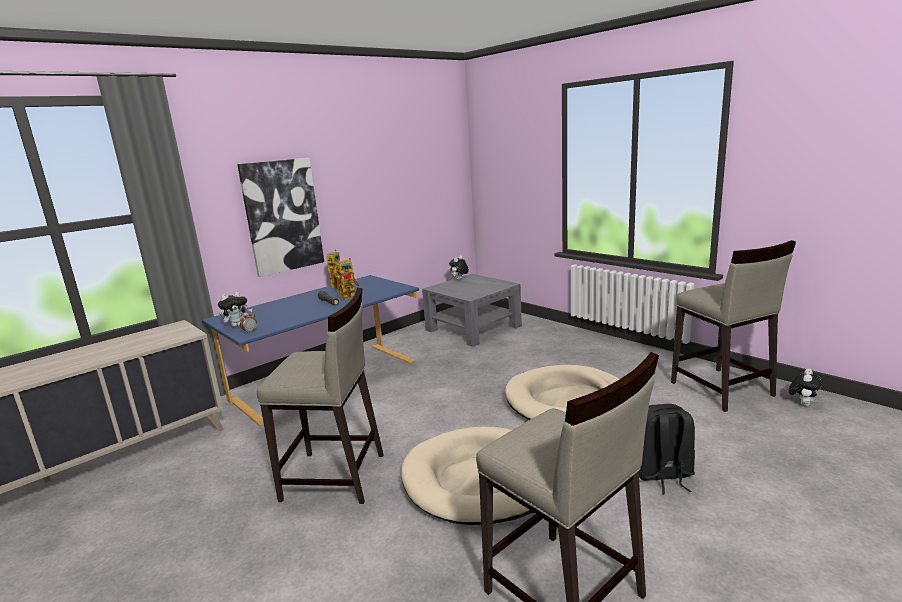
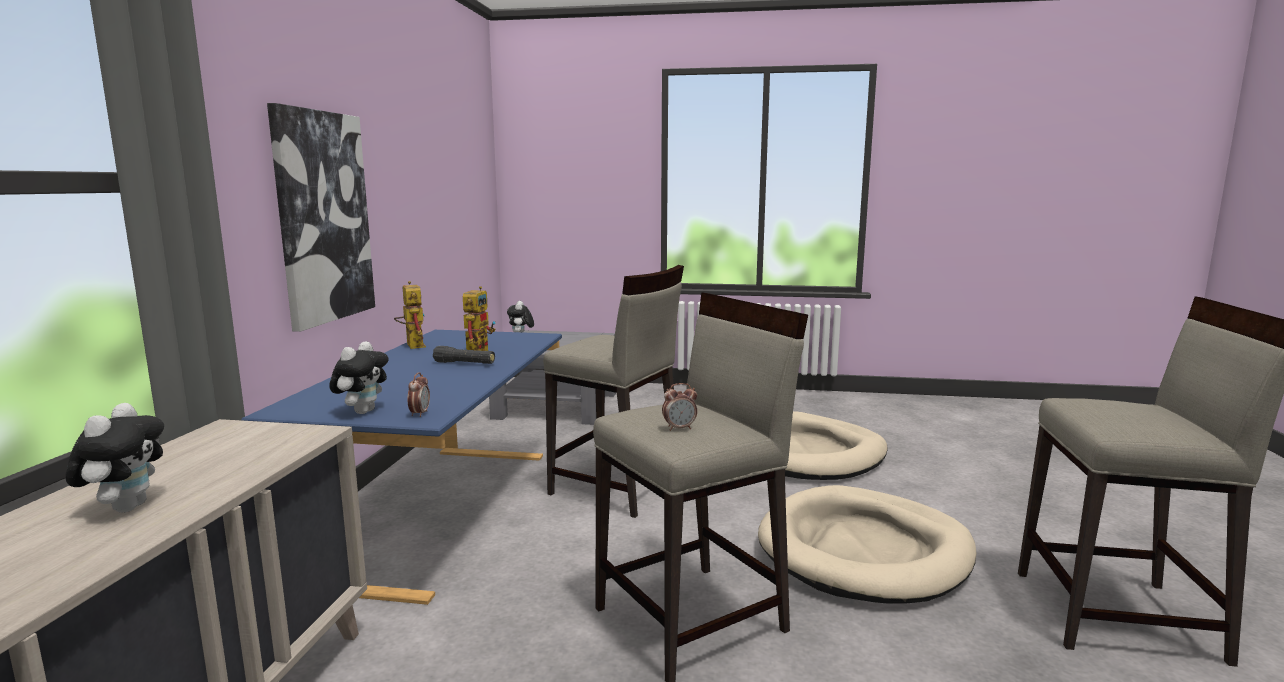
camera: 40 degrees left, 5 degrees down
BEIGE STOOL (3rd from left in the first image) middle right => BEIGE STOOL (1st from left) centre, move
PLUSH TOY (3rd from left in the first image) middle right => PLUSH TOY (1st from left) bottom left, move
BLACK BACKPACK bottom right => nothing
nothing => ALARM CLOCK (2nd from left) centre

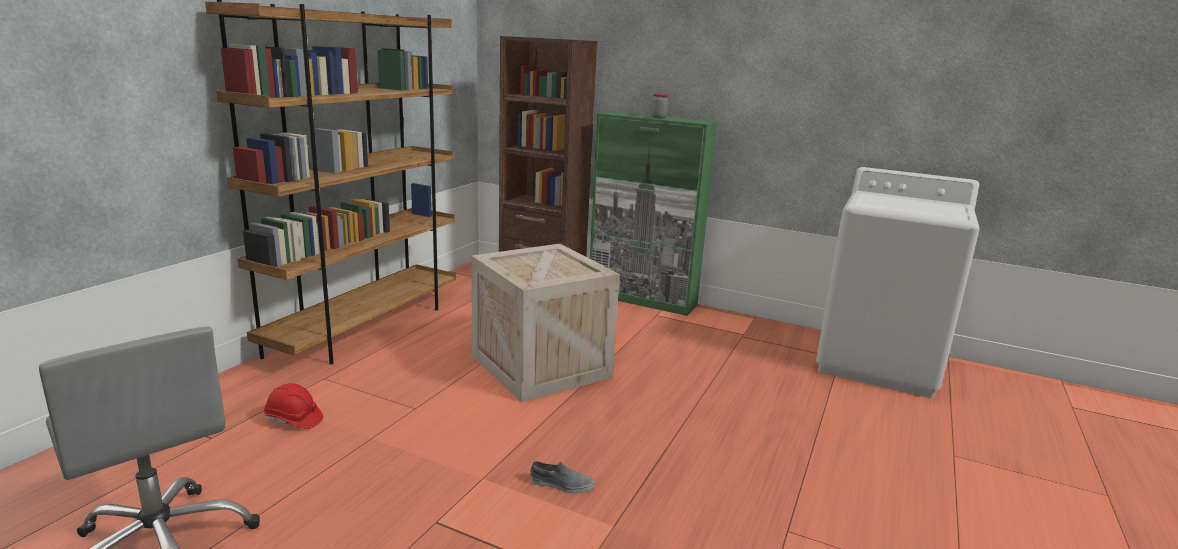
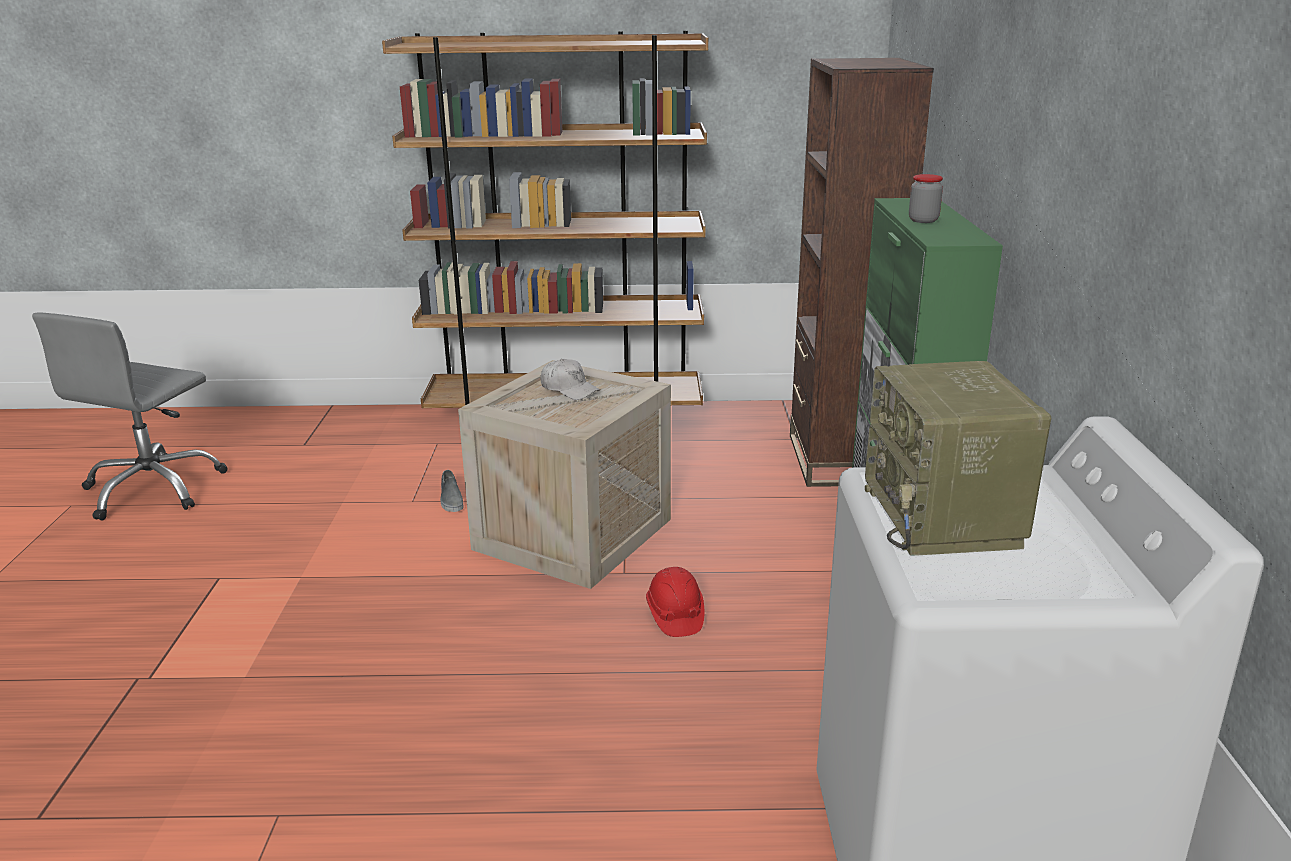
camera: 65 degrees right, 5 degrees up
RED HARD HAT bottom left => RED HARD HAT bottom centre, move
GREY SHOE bottom centre => GREY SHOE centre, move
nothing => WHITE CAP centre
nothing => RADIO middle right

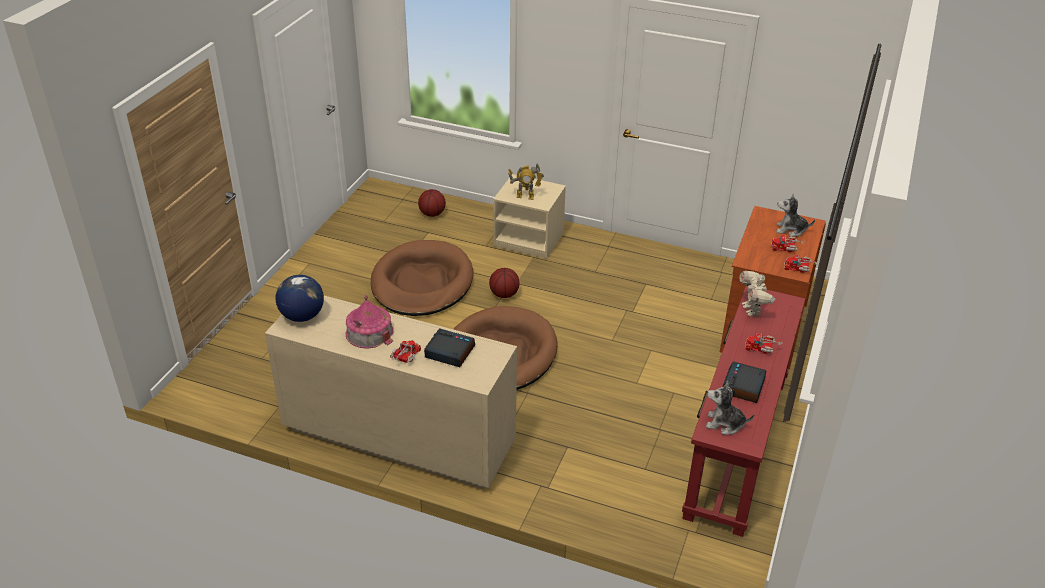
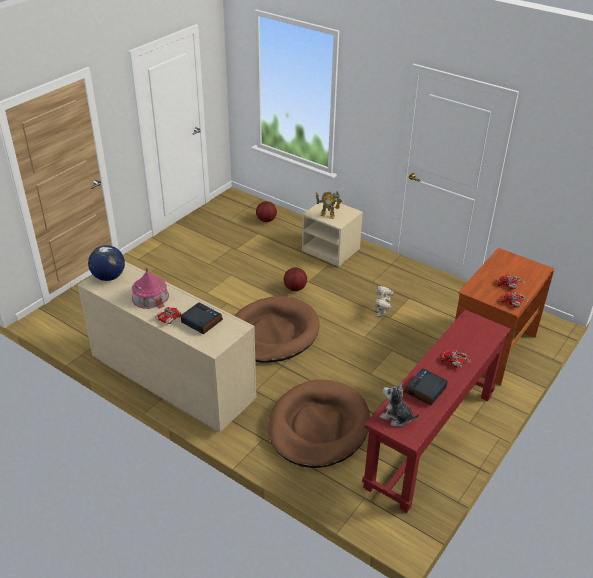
camera: 15 degrees right, 0 degrees up
PLUSH TOY (2nd from left) middle right => nothing
BROWN DOG BED (1st from left in the first image) centre => BROWN DOG BED (2nd from left) bottom centre, move
TOY ROBOT (2nd from left) middle right => TOY ROBOT (2nd from left) centre, move

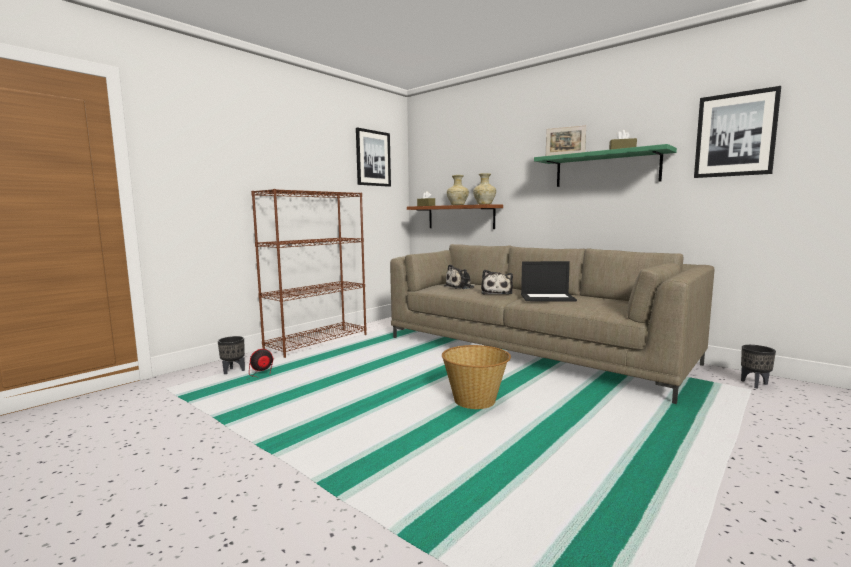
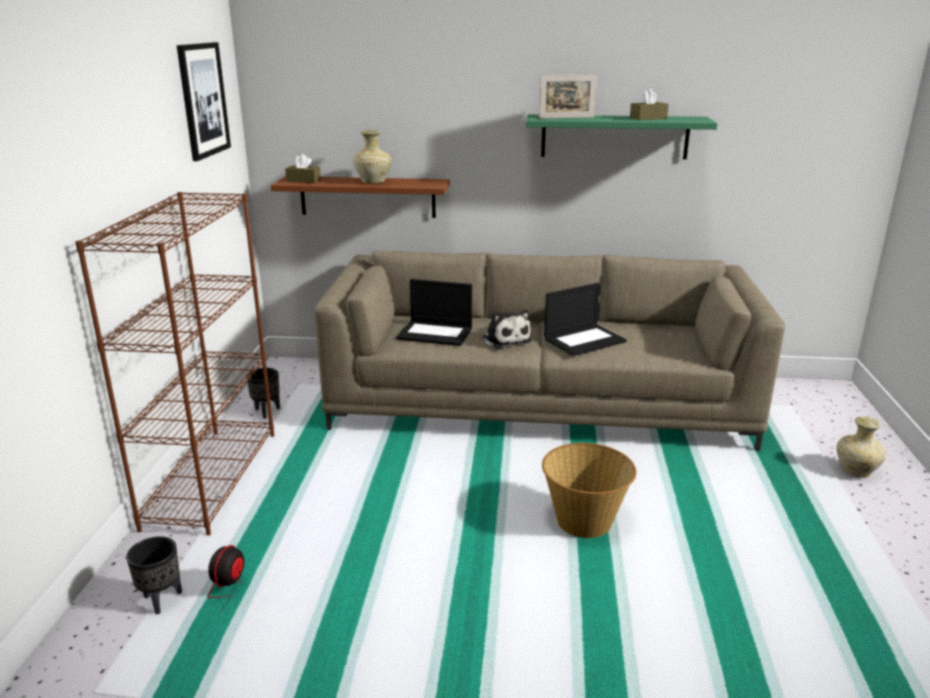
camera: 35 degrees left, 15 degrees up
PICTURE (2nd from left) top right => nothing
BEIGE VASE (2nd from left) top centre => BEIGE VASE (2nd from left) middle right, move
PLUSH TOY (1st from left) centre => LAPTOP (1st from left) centre
BLACK PLANTER (2nd from left) middle right => BLACK PLANTER (2nd from left) middle left, move

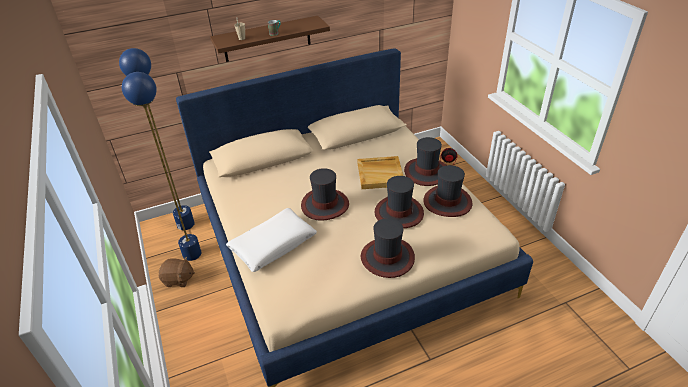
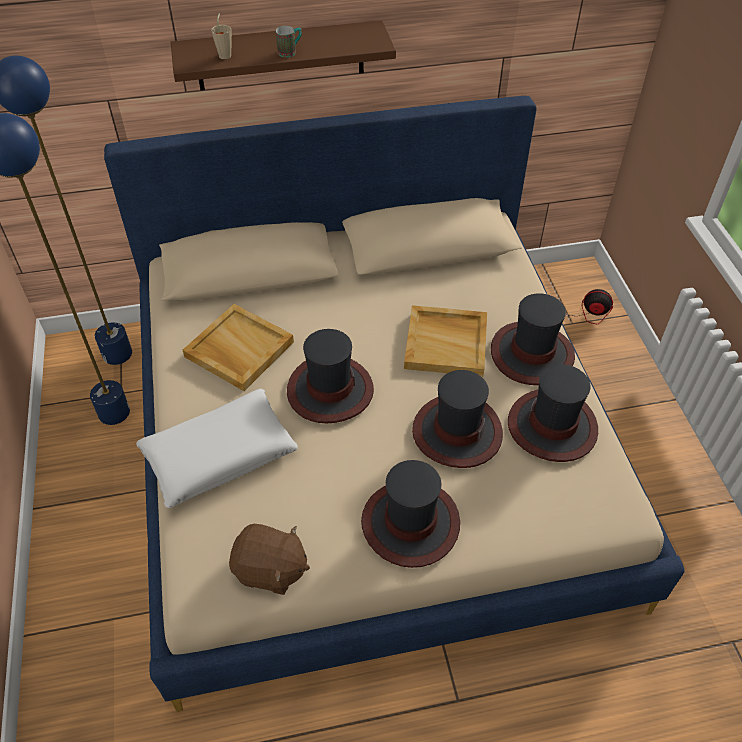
camera: 10 degrees right, 10 degrees up
BROWN PLUSH TOY bottom left => BROWN PLUSH TOY bottom centre, move
nothing => BEIGE TRAY (1st from left) middle left

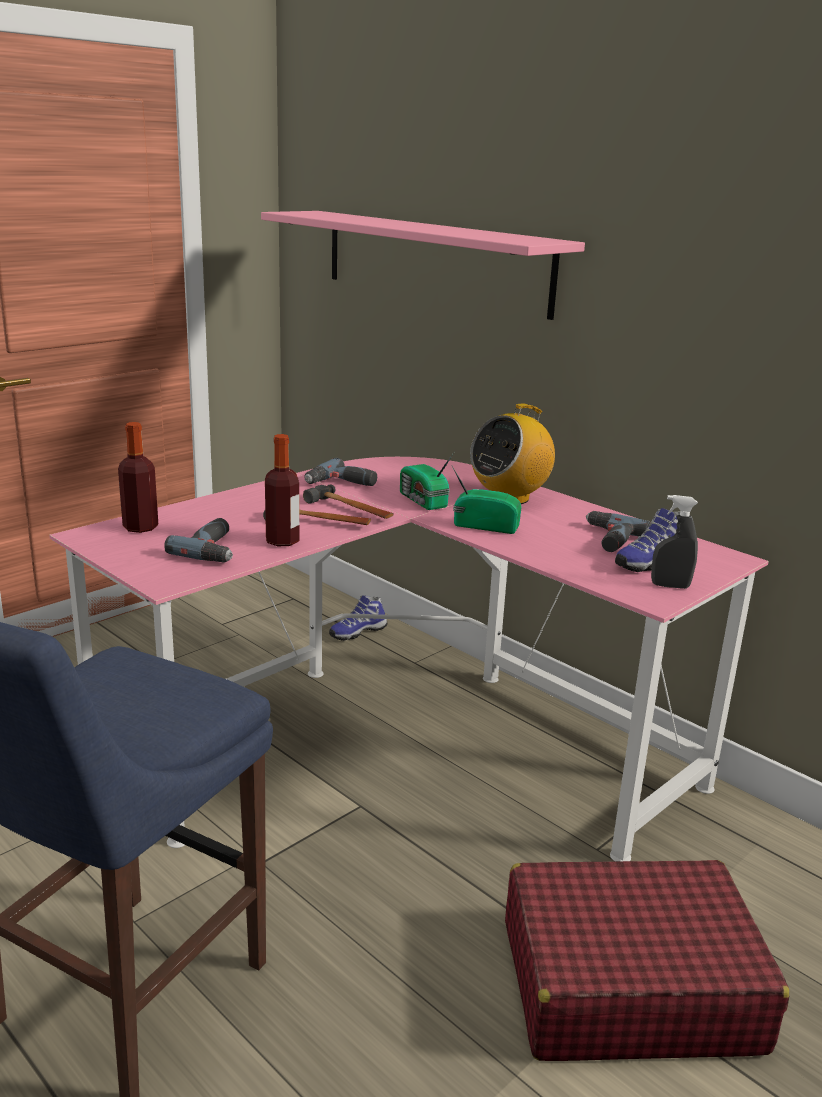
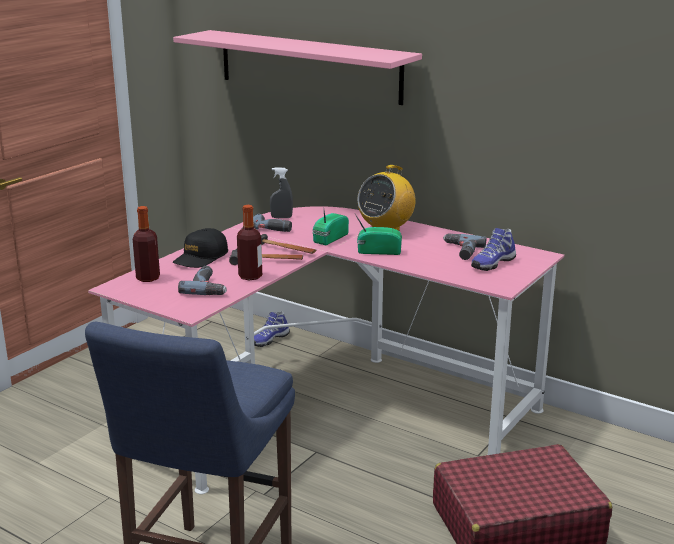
camera: 10 degrees left, 0 degrees up
RADIO (1st from left) centre, 75 degrees clockwise
GREY SPRAY BOTTLE middle right => GREY SPRAY BOTTLE centre, move
nothing => BLACK CAP middle left

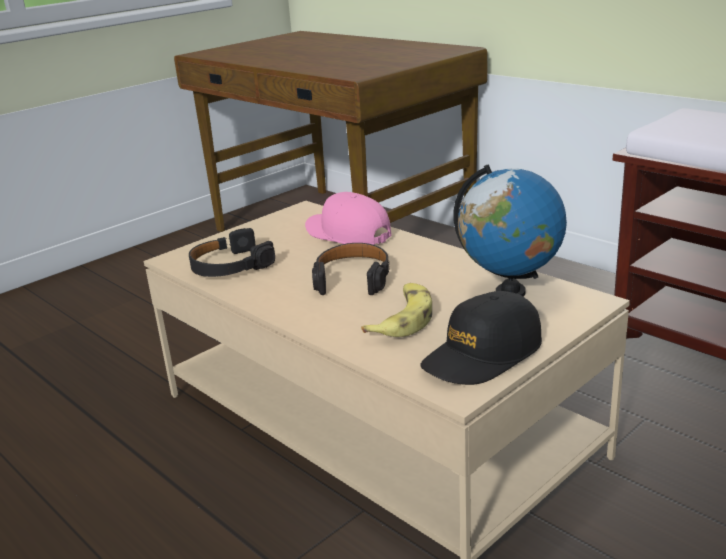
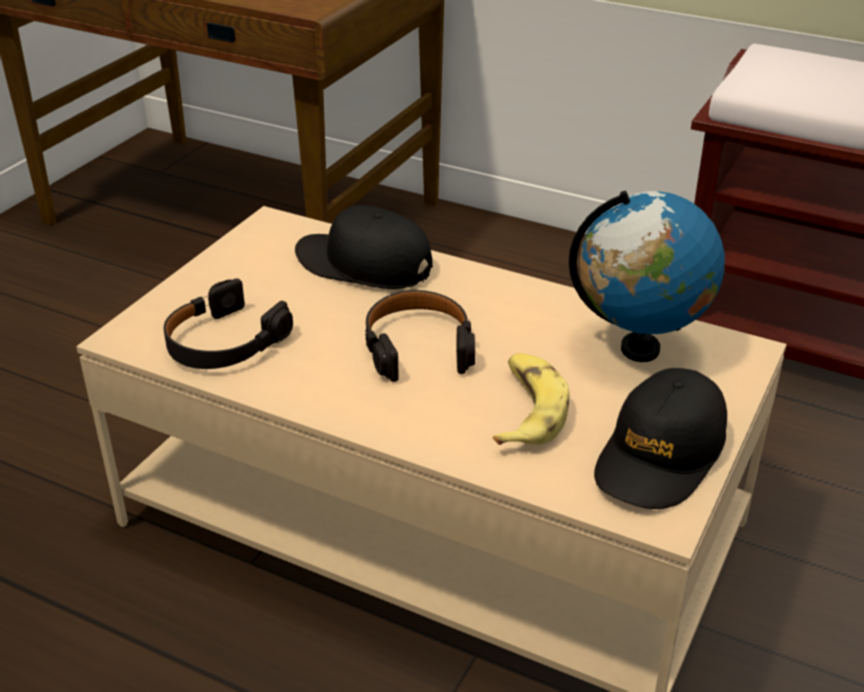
camera: 20 degrees left, 10 degrees up
PINK CAP centre => BLACK CAP (1st from left) centre

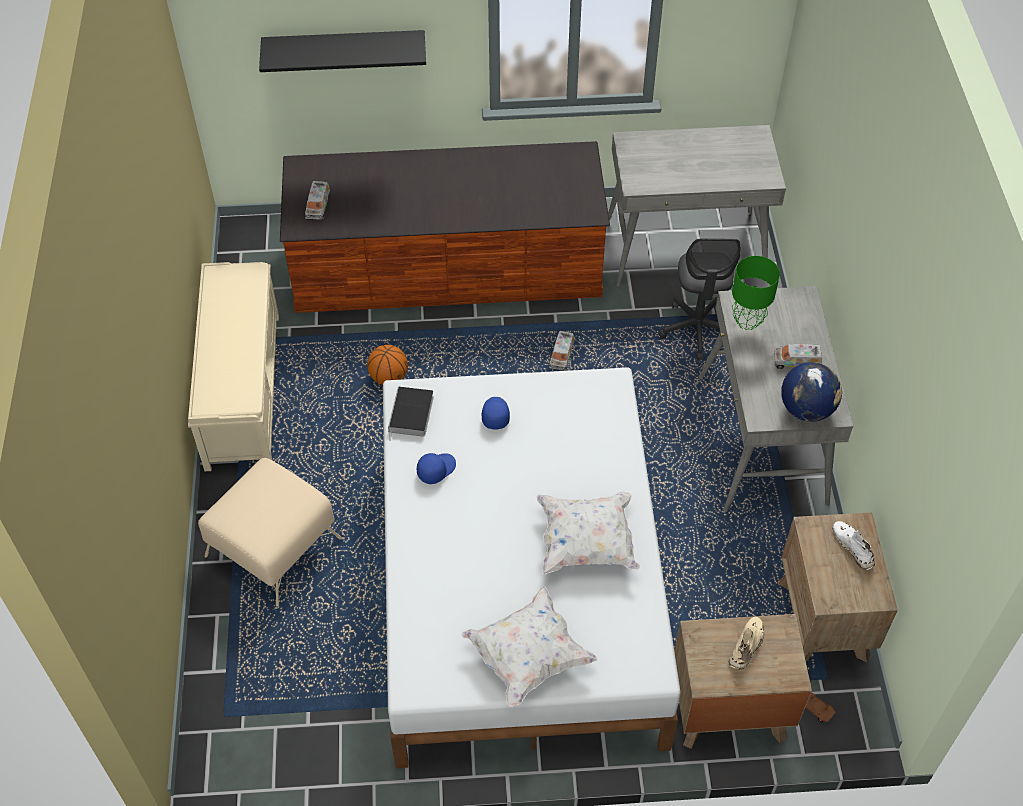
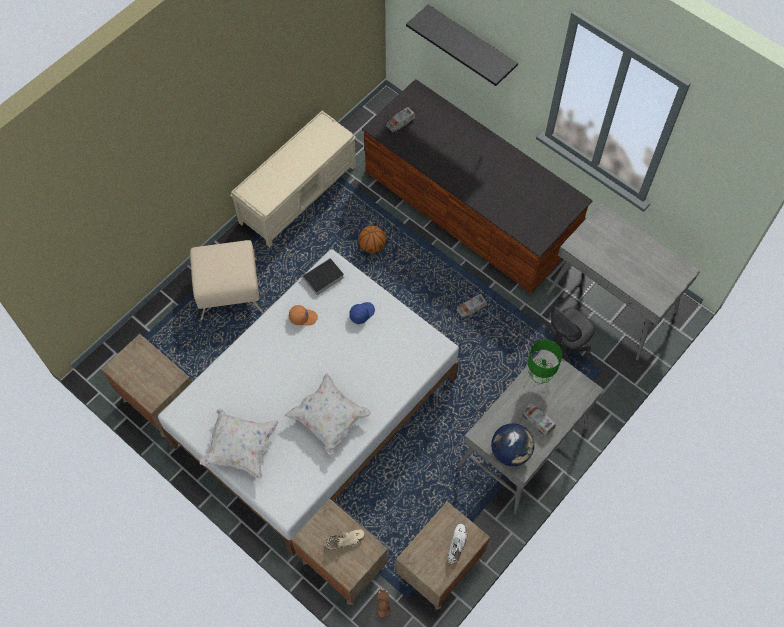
camera: 45 degrees right, 10 degrees up
BLUE CAP (1st from left) centre => ORANGE CAP centre
nothing => BROWN NIGHTSTAND (1st from left) middle left

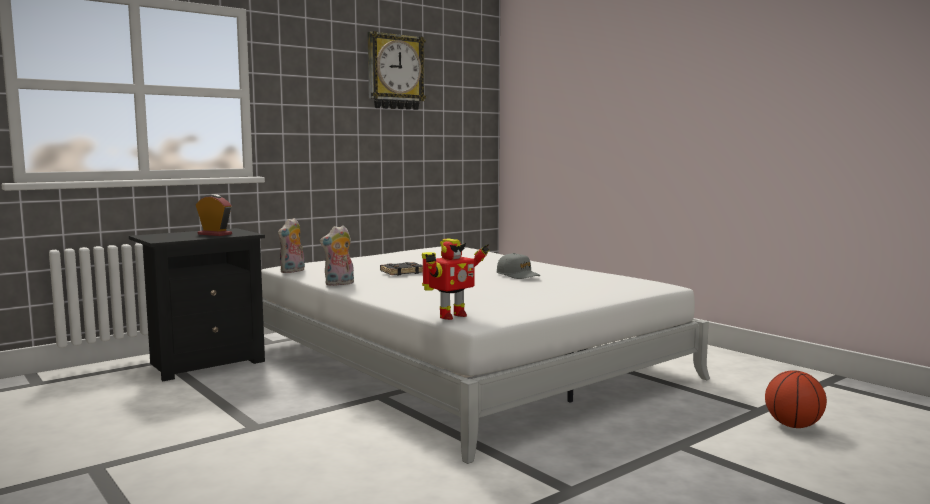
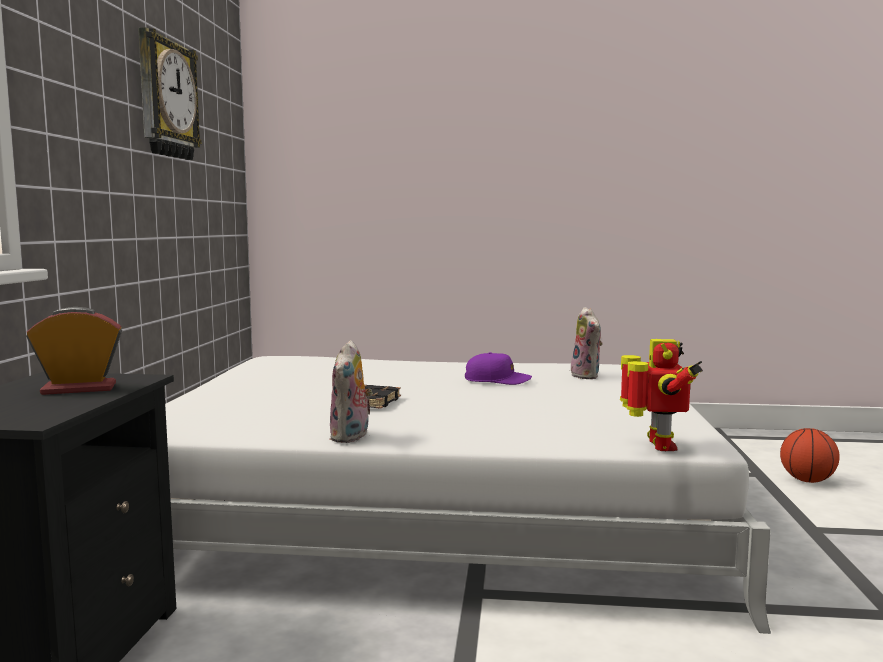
camera: 45 degrees left, 0 degrees up
PLUSH TOY (1st from left in the first image) middle left => PLUSH TOY (2nd from left) centre, move
GREY CAP centre => PURPLE CAP centre

